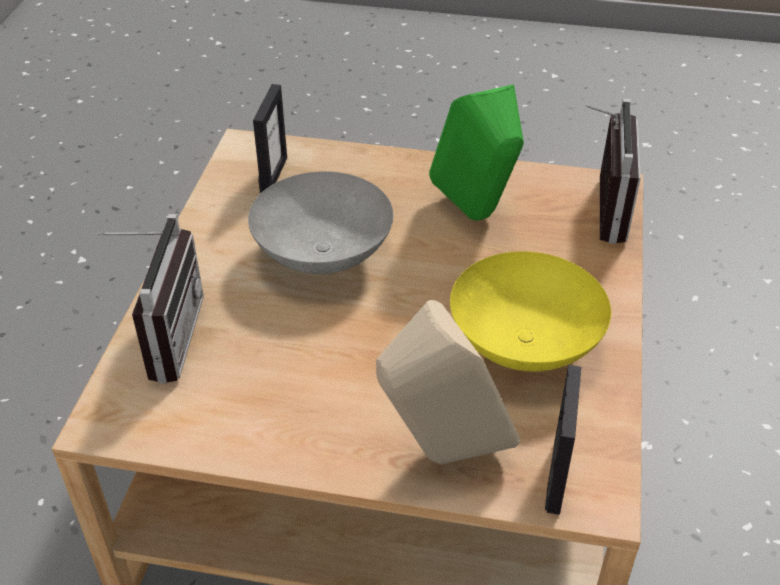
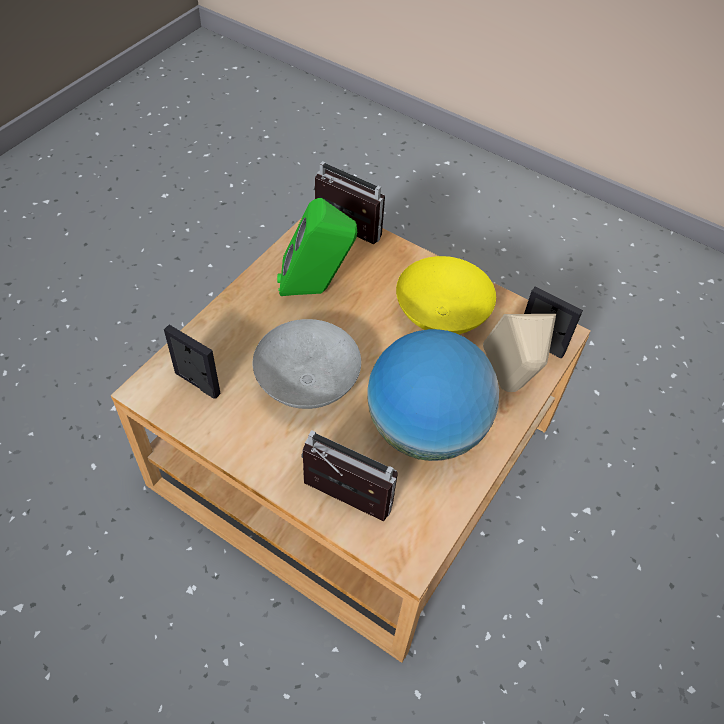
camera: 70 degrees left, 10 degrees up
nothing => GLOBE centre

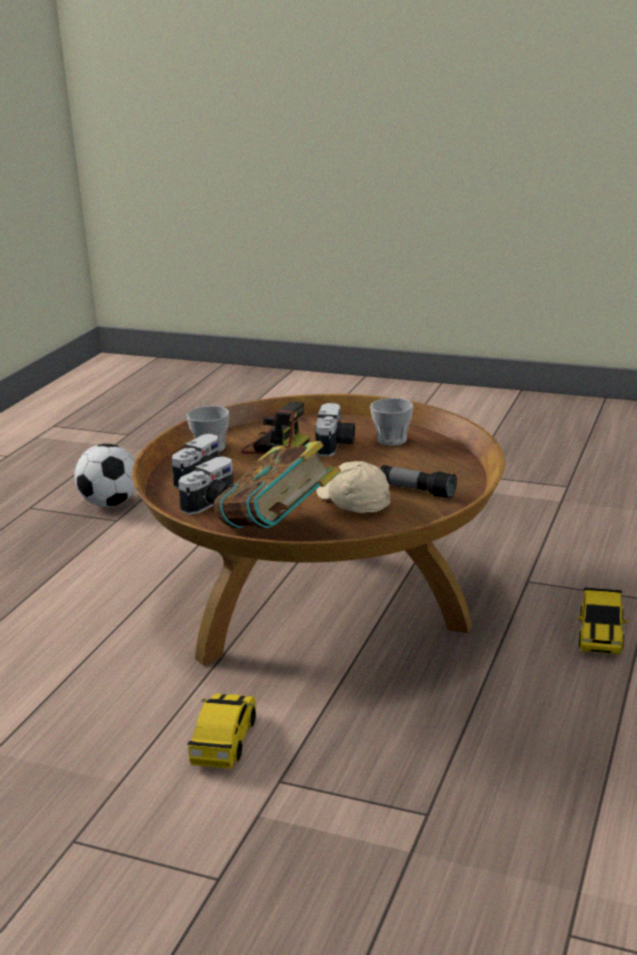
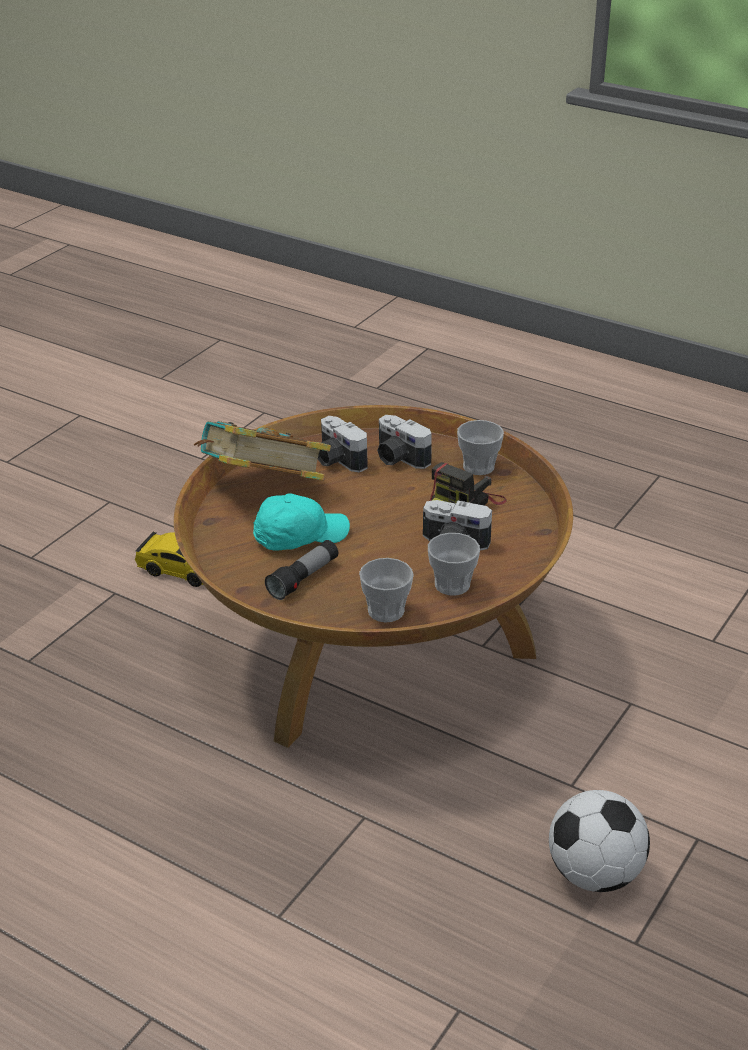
camera: 100 degrees right, 10 degrees up
FOOTBALL middle left => FOOTBALL bottom right, move
BEIGE CAP centre => TURQUOISE CAP centre
TOY CAR (2nd from left) middle right => nothing
nothing => CUP (1st from left) centre

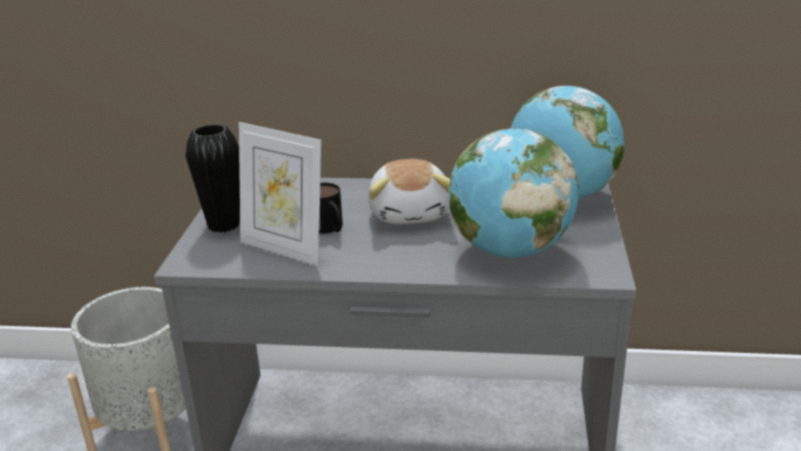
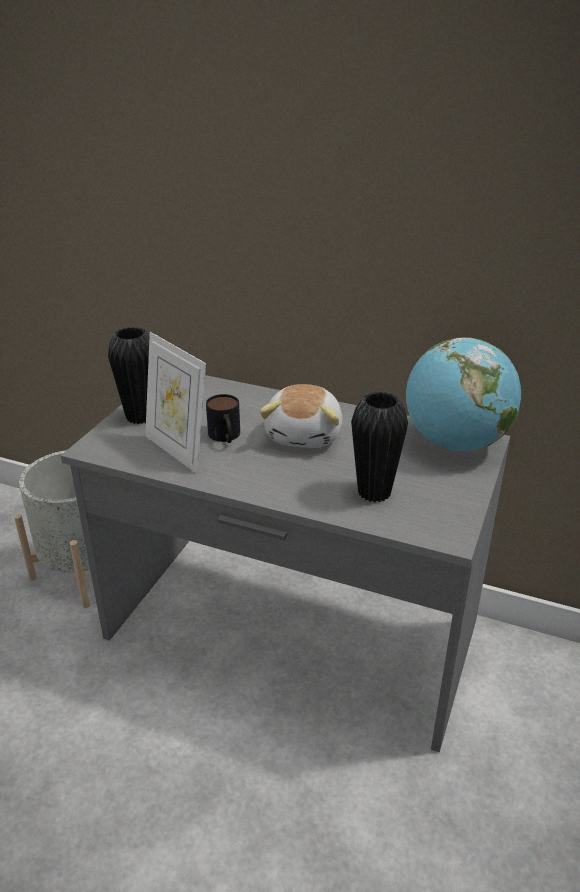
camera: 15 degrees right, 5 degrees up
GLOBE (1st from left) centre => BLACK VASE (2nd from left) centre

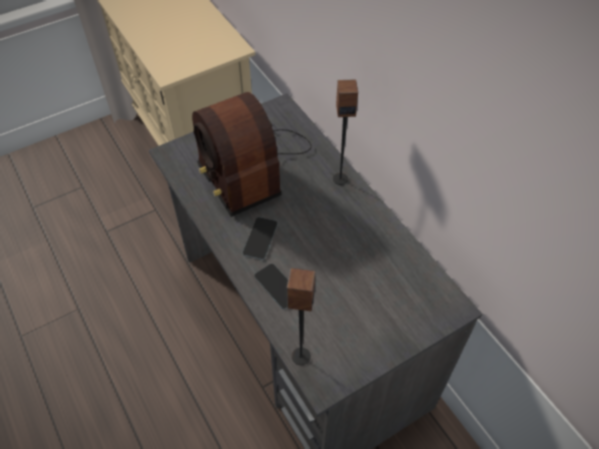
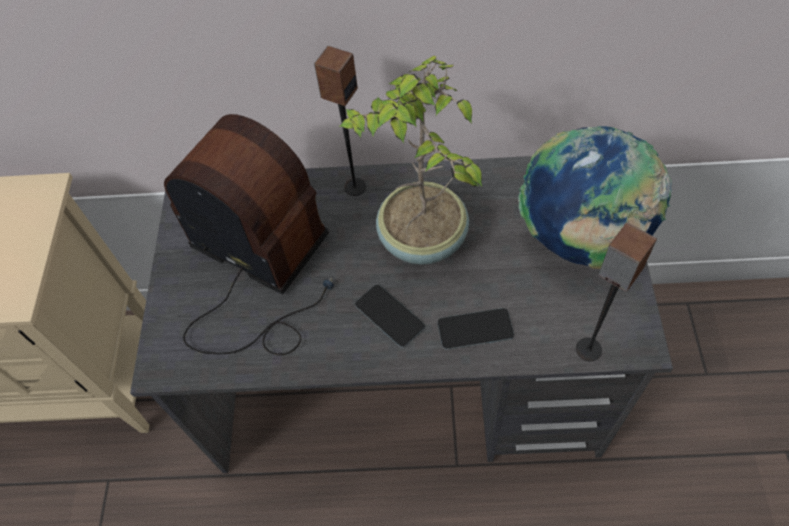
camera: 55 degrees left, 5 degrees up
RADIO centre => RADIO middle left, 150 degrees counterclockwise
nothing => POTTED PLANT top centre
nothing => GLOBE middle right

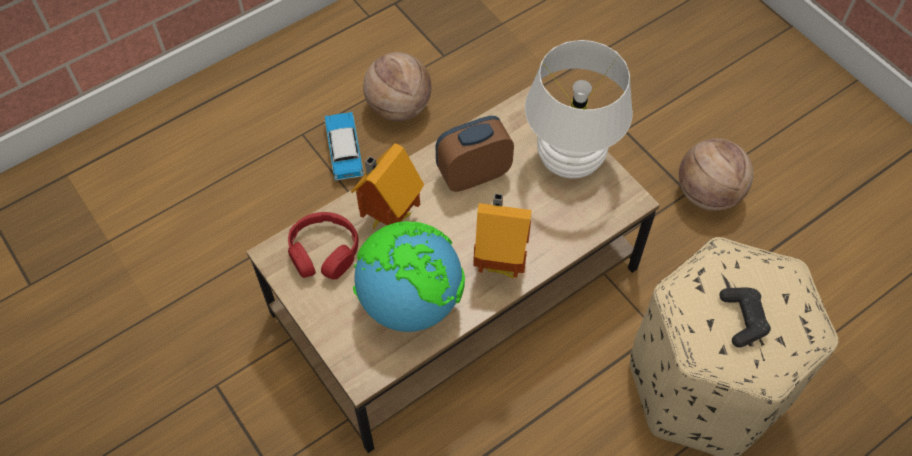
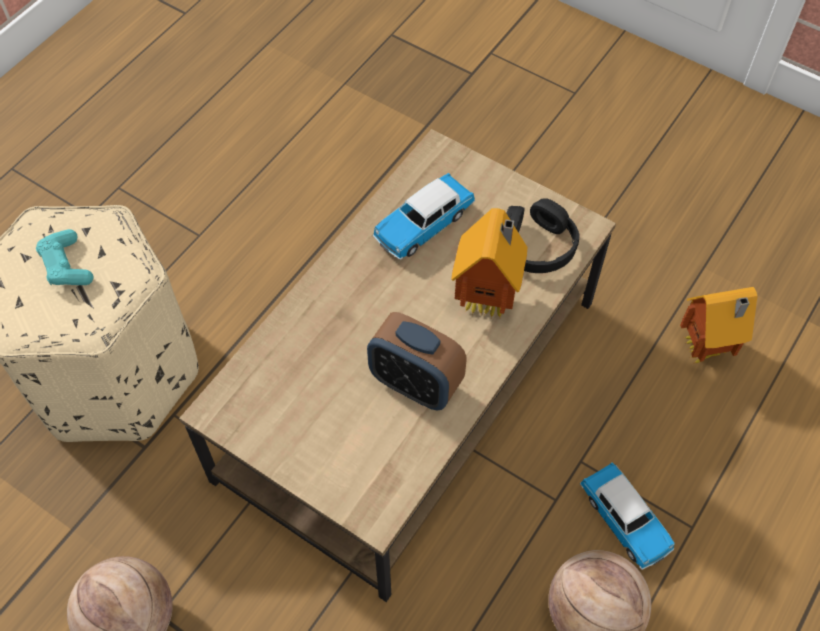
camera: 160 degrees right, 0 degrees up
WHITE TABLE LAMP top centre => nothing
ALARM CLOCK centre, 75 degrees clockwise
TOY HOUSE (2nd from left) centre => TOY HOUSE (2nd from left) middle right, move
RED HEADPHONES centre => BLACK HEADPHONES centre
GLOBE centre => TOY CAR (1st from left) centre
BLACK GAME CONTROLLER bottom right => TURQUOISE GAME CONTROLLER middle left

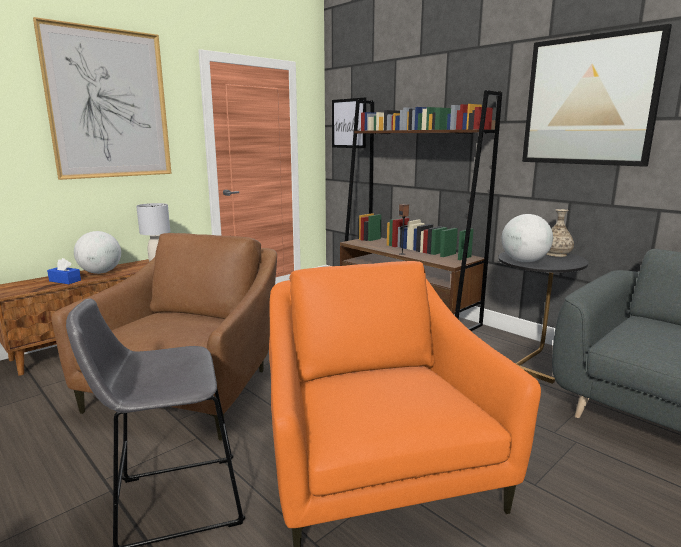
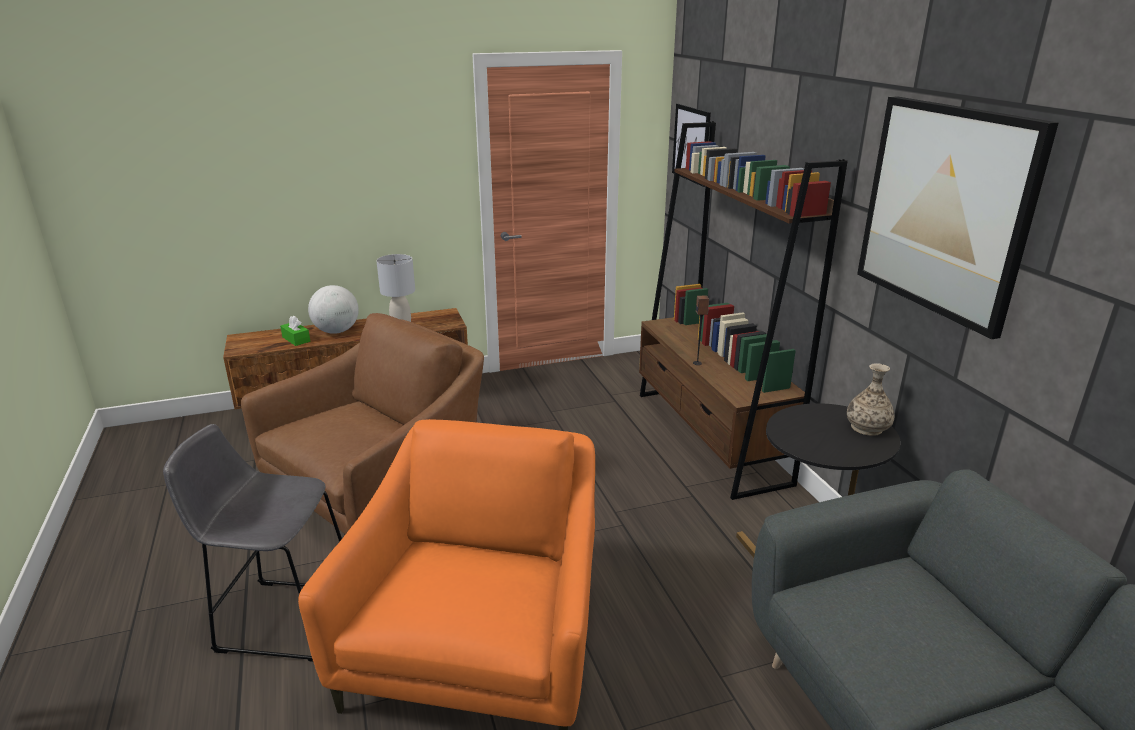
camera: 25 degrees right, 10 degrees up
PICTURE (1st from left) top left => nothing
GLOBE (2nd from left) middle right => nothing
BLUE TISSUE BOX middle left => GREEN TISSUE BOX middle left

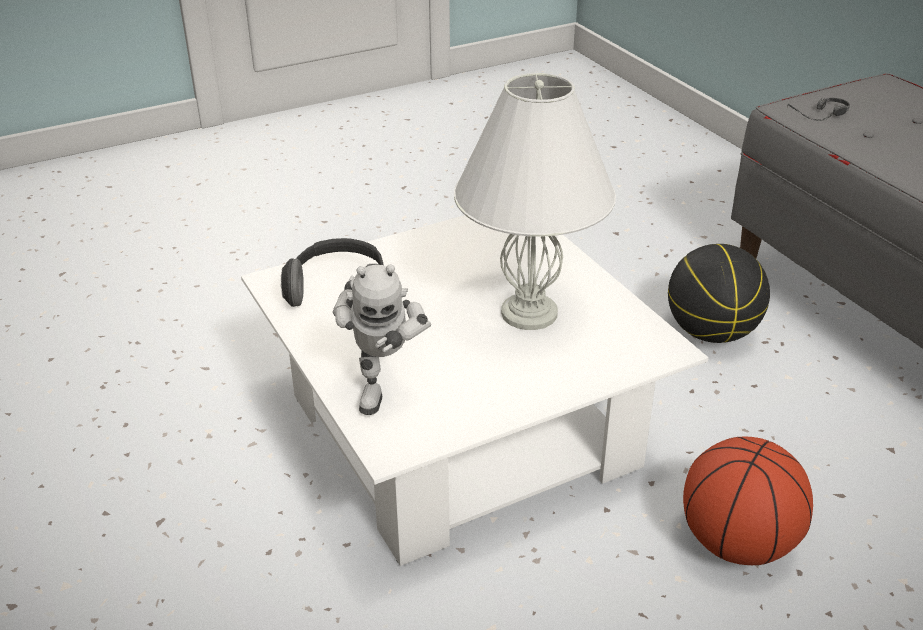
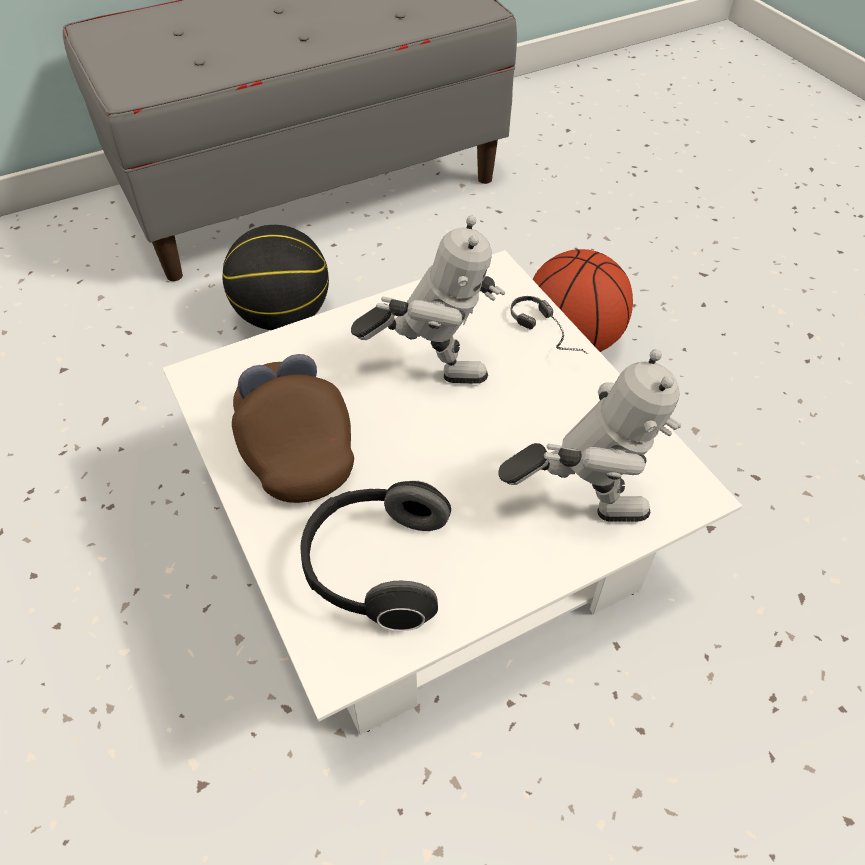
camera: 90 degrees left, 15 degrees up
WHITE TABLE LAMP top centre => TOY ROBOT (1st from left) centre
HEADPHONES (2nd from left) top right => HEADPHONES (2nd from left) centre, move
nothing => BROWN CAP centre

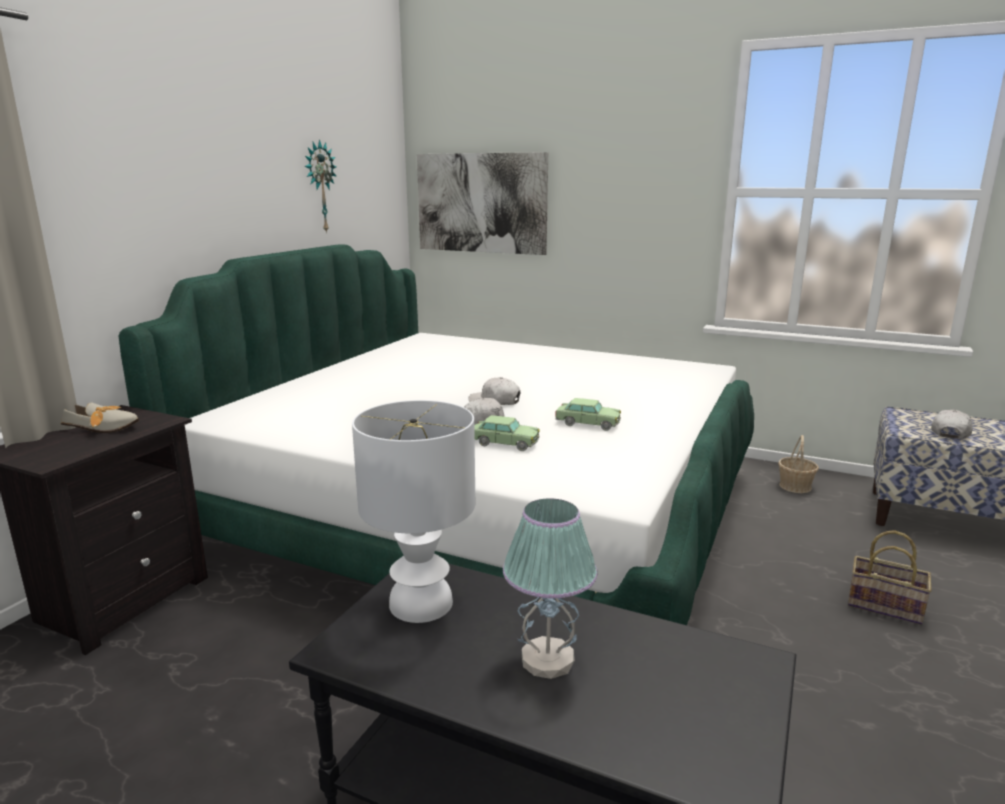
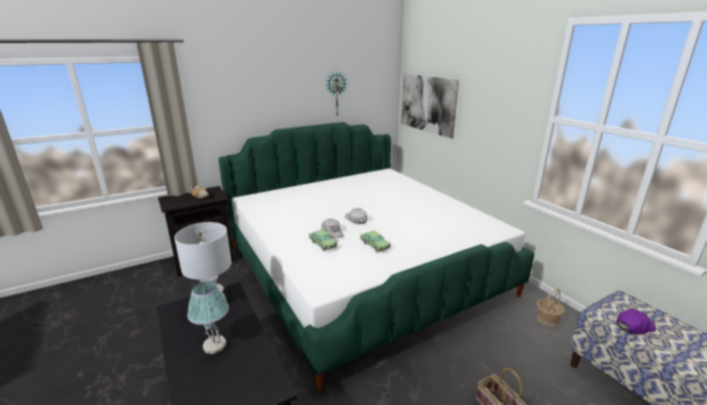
camera: 35 degrees right, 5 degrees up
WHITE CAP (3rd from left) middle right => PURPLE CAP bottom right

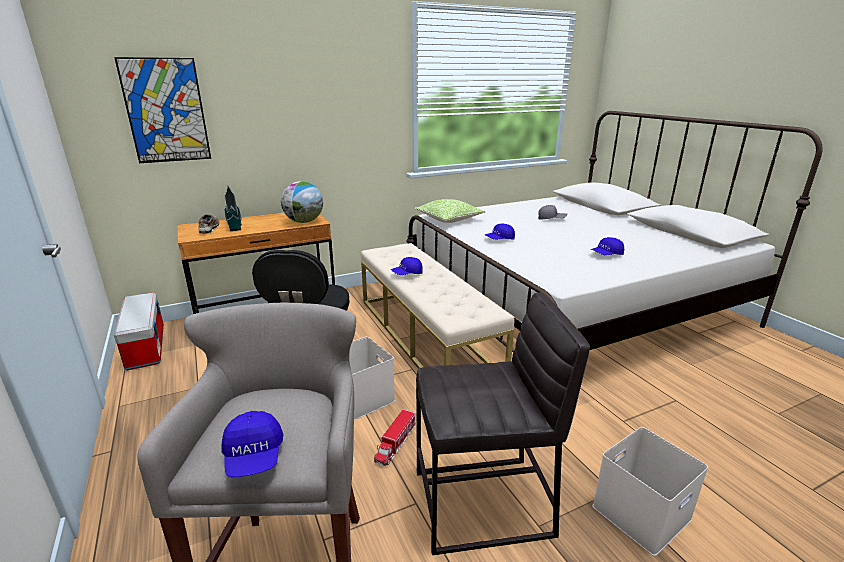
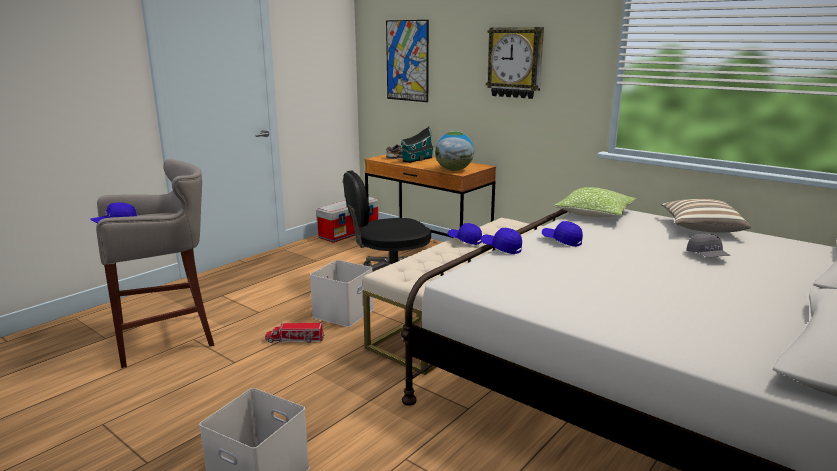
camera: 65 degrees right, 5 degrees down
BLUE CAP (4th from left in the first image) middle right => BLUE CAP (3rd from left) centre, move
GREY STOOL (2nd from left) bottom centre => nothing
nothing => WALL CLOCK top centre
nothing => PILLOW (2nd from left) middle right

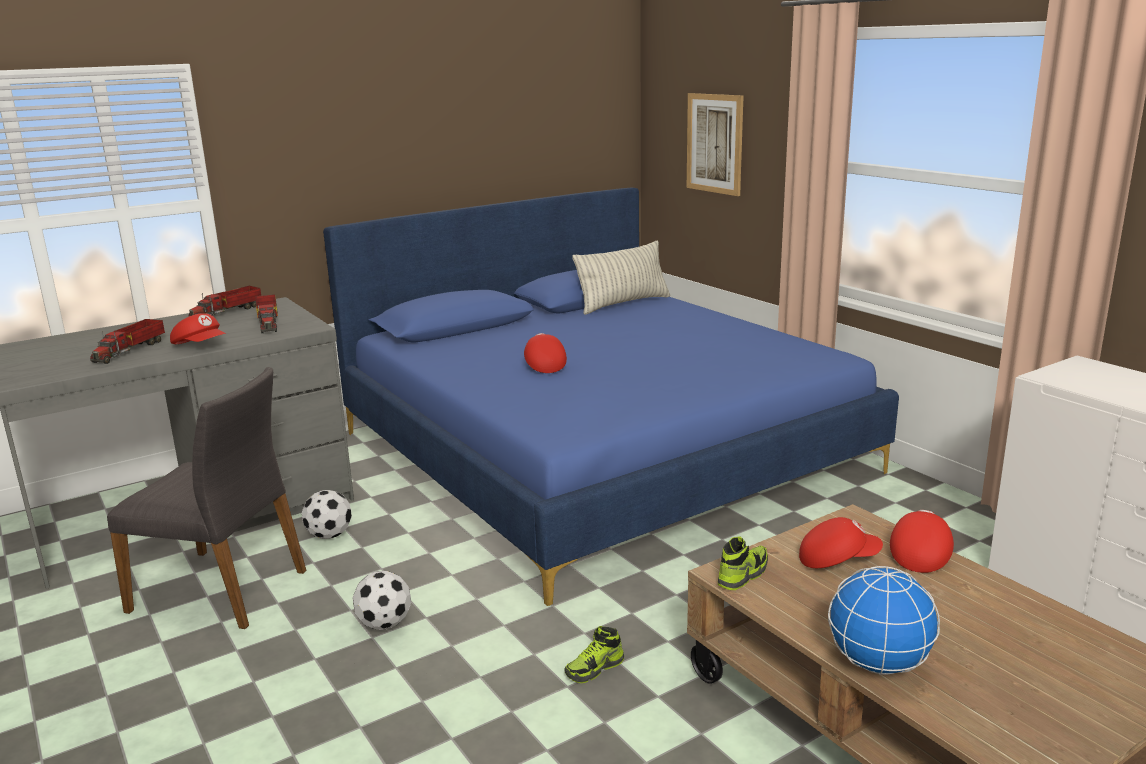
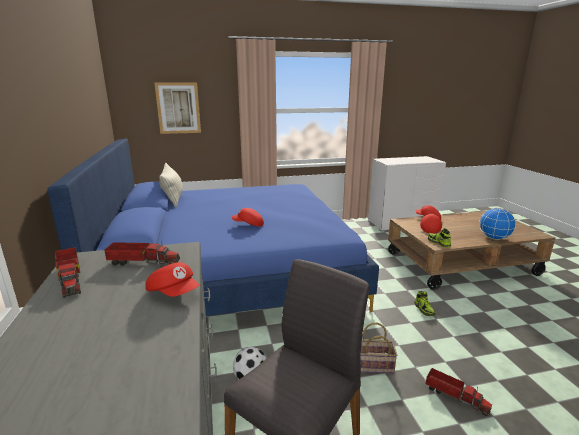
camera: 70 degrees left, 0 degrees up
RED CAP (1st from left) middle left, 75 degrees clockwise
TOY TRUCK (1st from left in the first image) middle left => TOY TRUCK (3rd from left) bottom right, move
FOOTBALL (2nd from left) bottom centre => BASKET bottom centre

